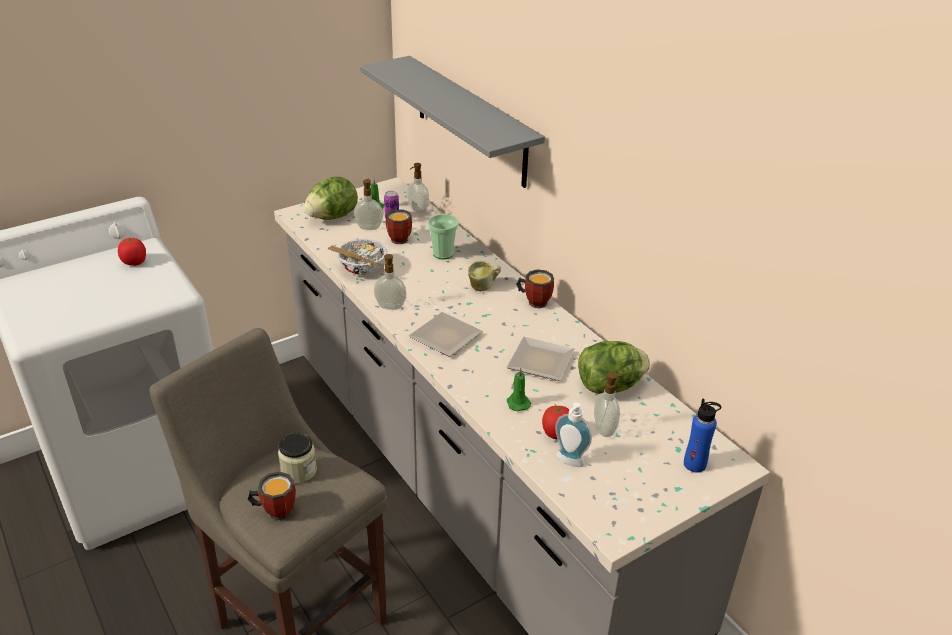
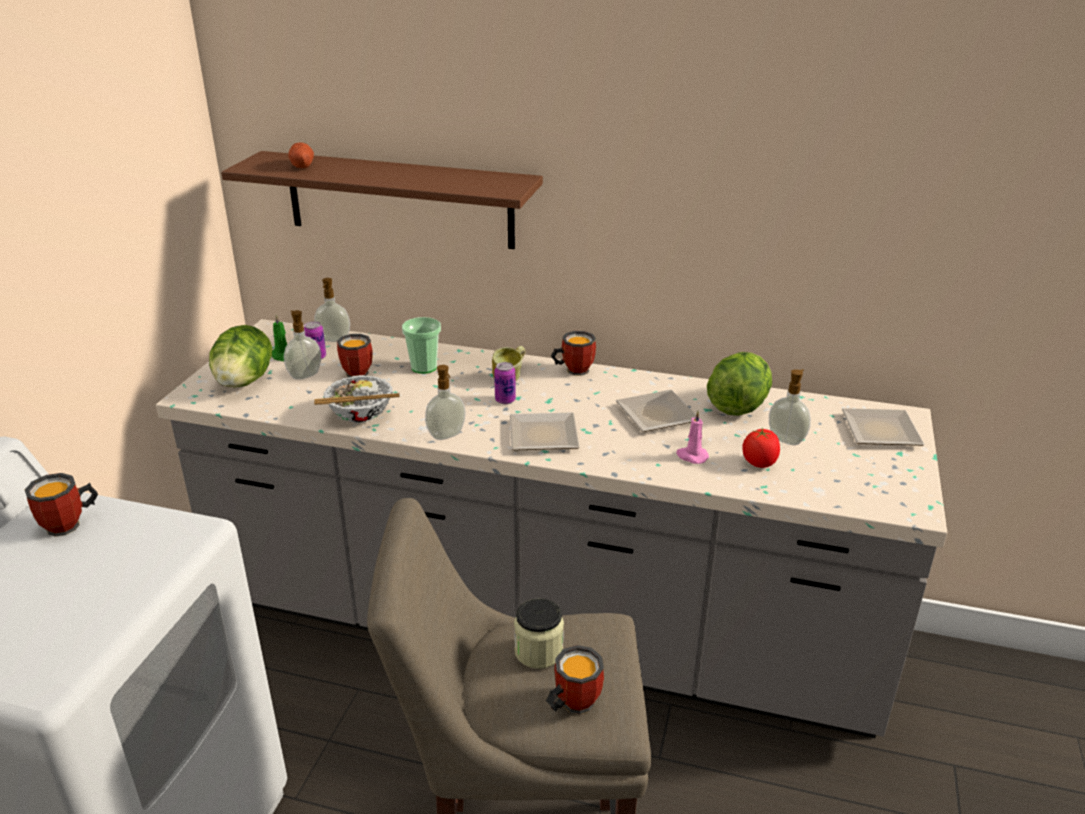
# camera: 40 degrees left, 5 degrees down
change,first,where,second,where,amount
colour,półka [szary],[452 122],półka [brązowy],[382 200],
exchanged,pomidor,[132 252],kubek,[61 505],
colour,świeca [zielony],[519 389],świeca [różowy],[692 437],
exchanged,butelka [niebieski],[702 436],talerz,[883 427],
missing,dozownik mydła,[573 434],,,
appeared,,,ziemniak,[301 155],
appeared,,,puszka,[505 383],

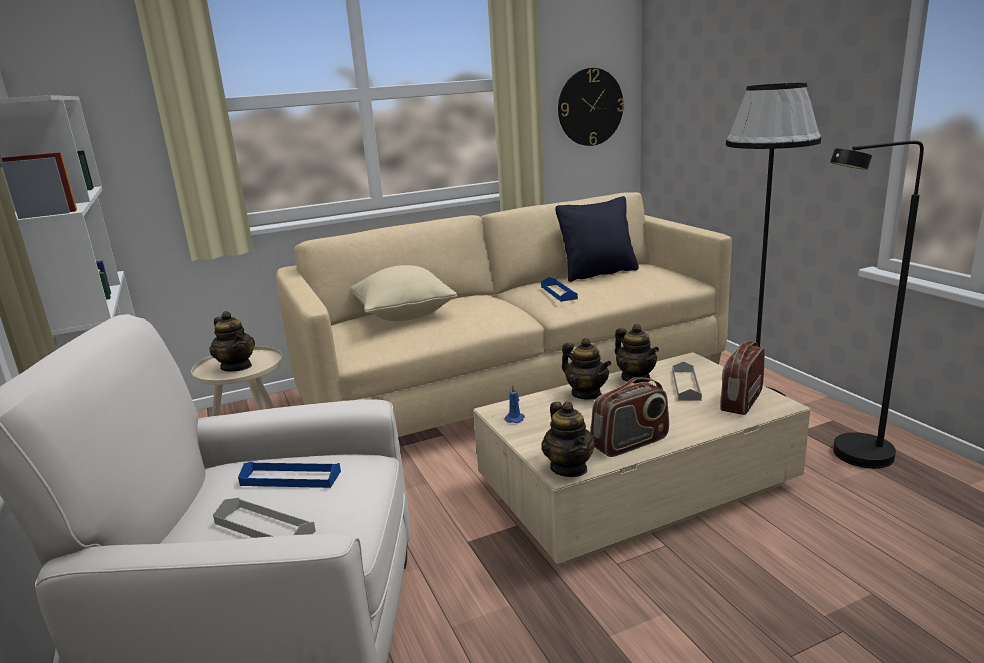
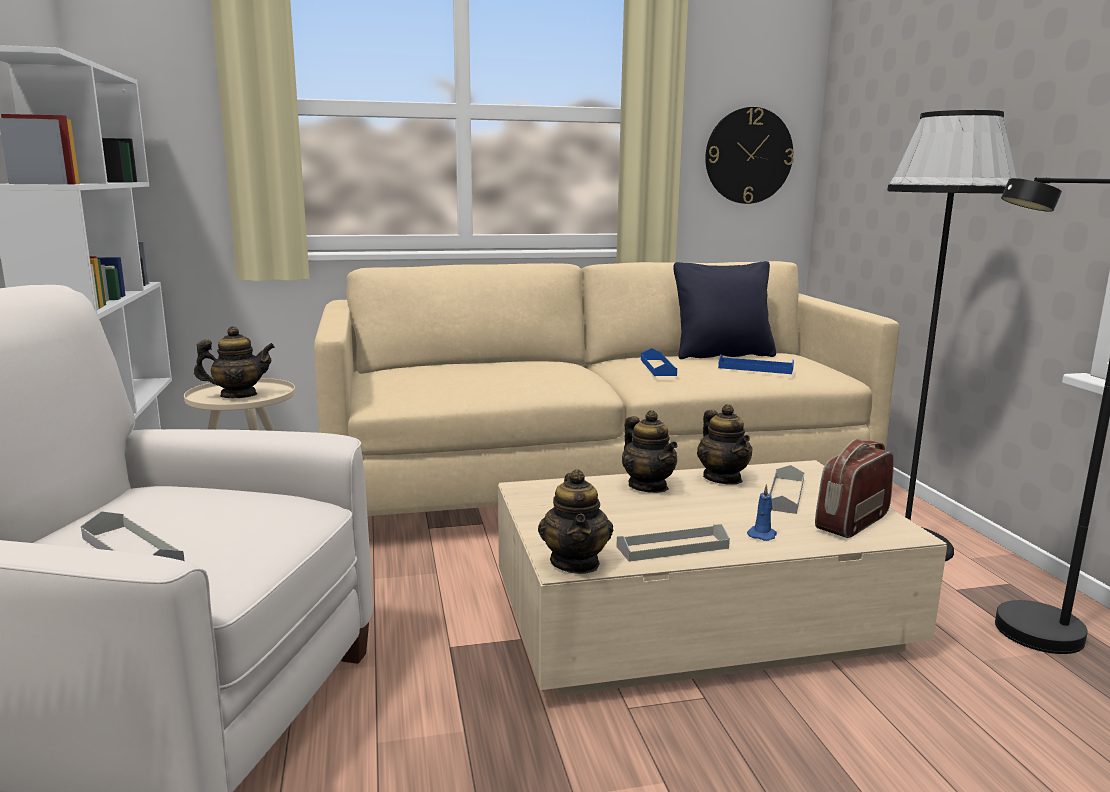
# camera: 10 degrees right, 5 degrees down
change,first,where,second,where,amount
missing,poduszka [beżowy],[403 293],,,
spun,imbryk,[232 341],,[234 362],75 degrees counterclockwise
exchanged,radio,[629 417],taca [szary],[673 543],
relocated,świeca [niebieski],[514 404],,[762 512],
relocated,taca [niebieski],[289 475],,[756 364],

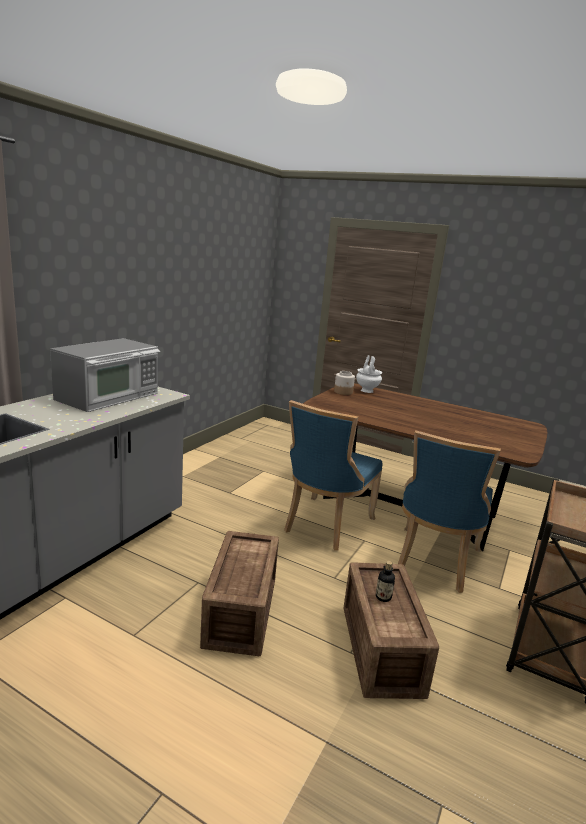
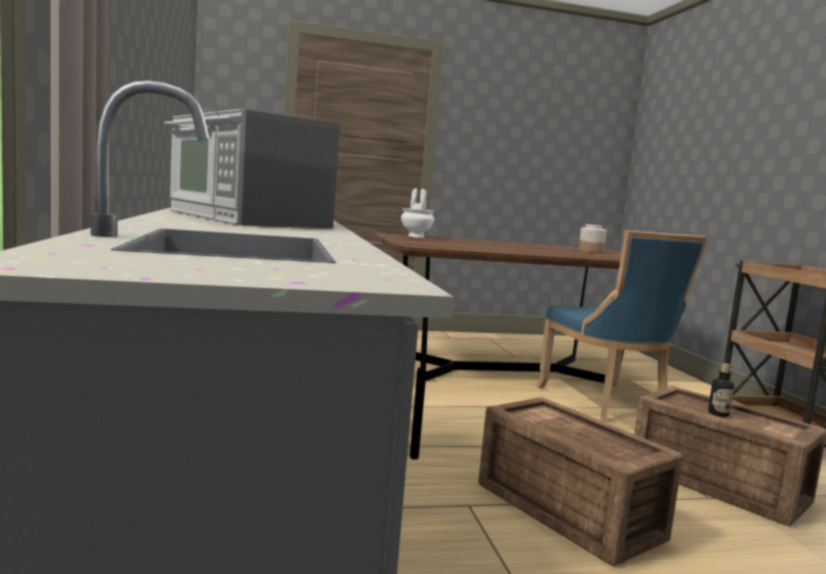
# camera: 40 degrees left, 10 degrees down
change,first,where,second,where,amount
spun,mikrofalówka,[105 375],,[252 168],150 degrees clockwise
relocated,słoik,[344 383],,[592 238],
missing,krzesło [niebieski],[333 475],,,

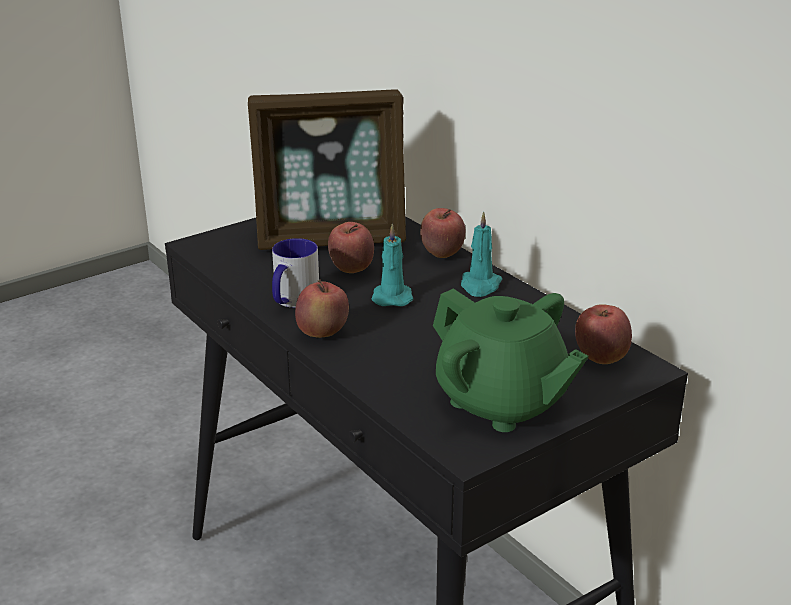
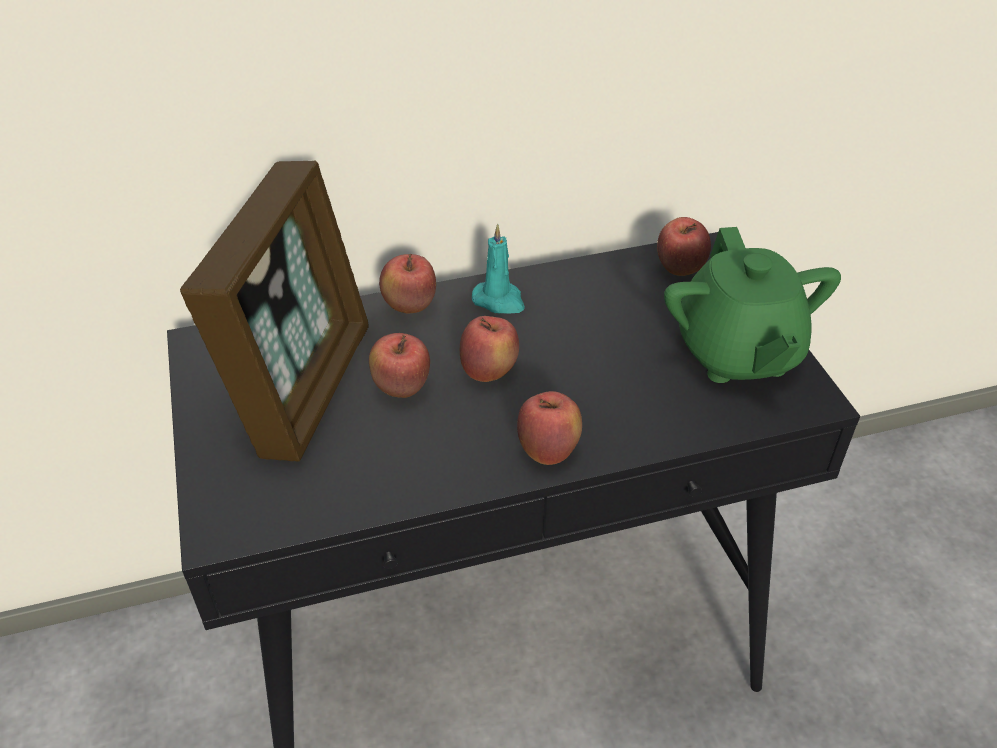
# camera: 70 degrees left, 15 degrees up
change,first,where,second,where,amount
exchanged,świeca [turkusowy],[392 265],jabłko,[489 349],
missing,kubek,[295 273],,,
spun,imbryk [zielony],[510 360],,[752 305],105 degrees clockwise

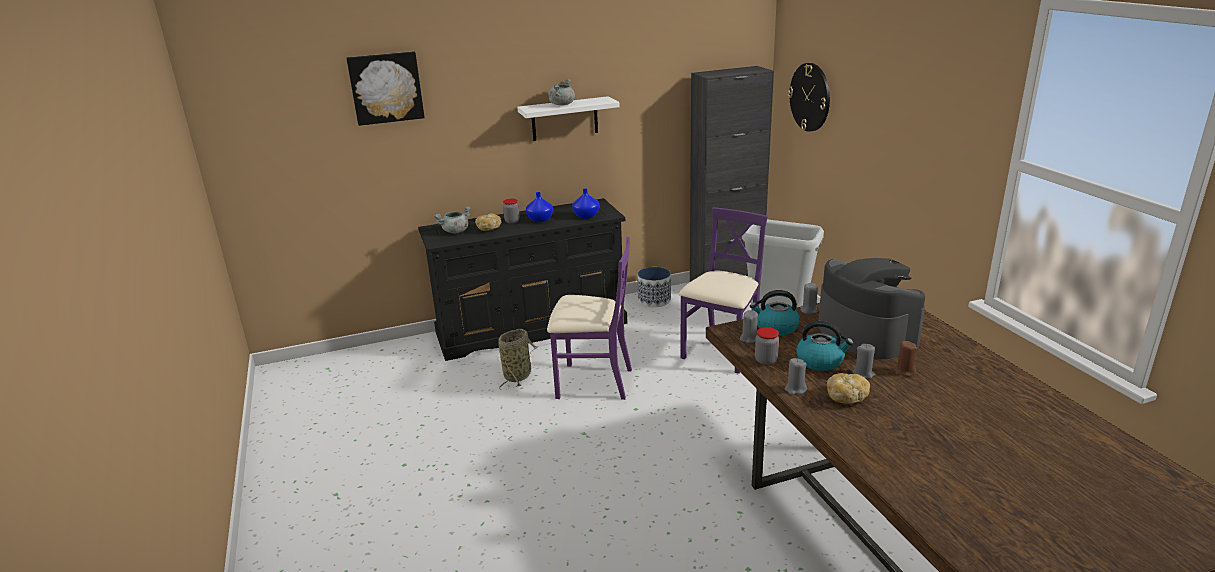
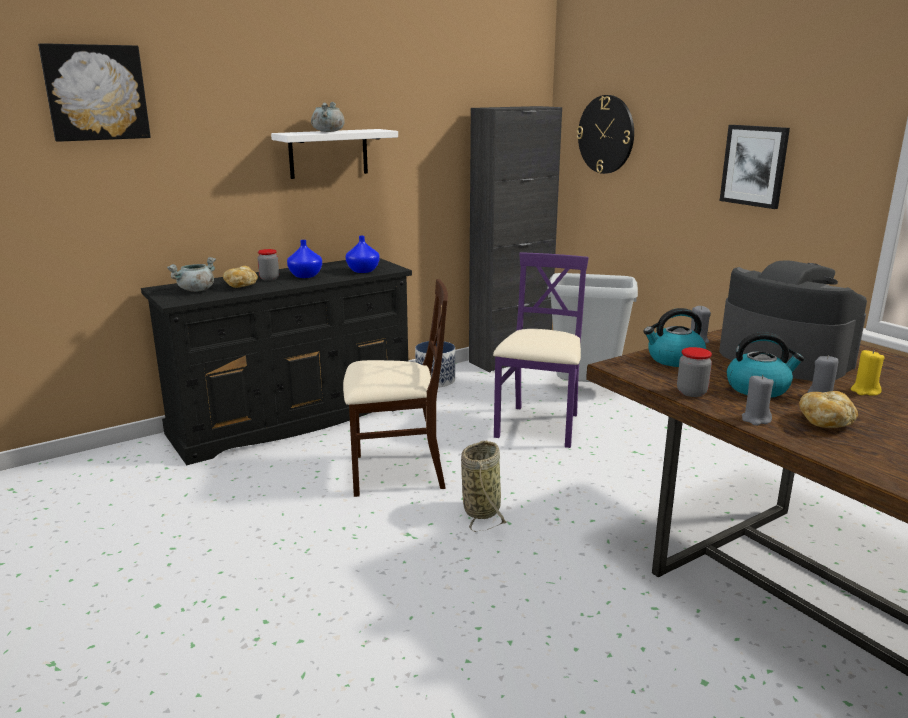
# camera: 15 degrees left, 5 degrees down
change,first,where,second,where,amount
colour,krzesło [fioletowy],[589 318],krzesło [beżowy],[395 388],
missing,świeca [szary],[749 326],,,
relocated,koszyk,[518 359],,[484 486],
colour,świeca [brązowy],[905 358],świeca [żółty],[868 373],
appeared,,,obraz,[755 167],

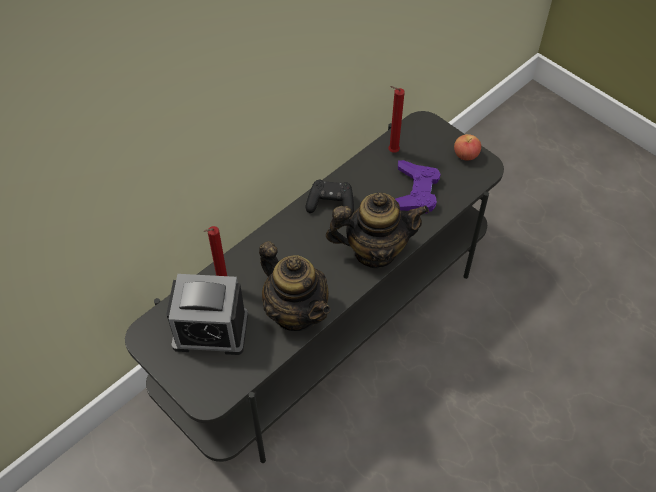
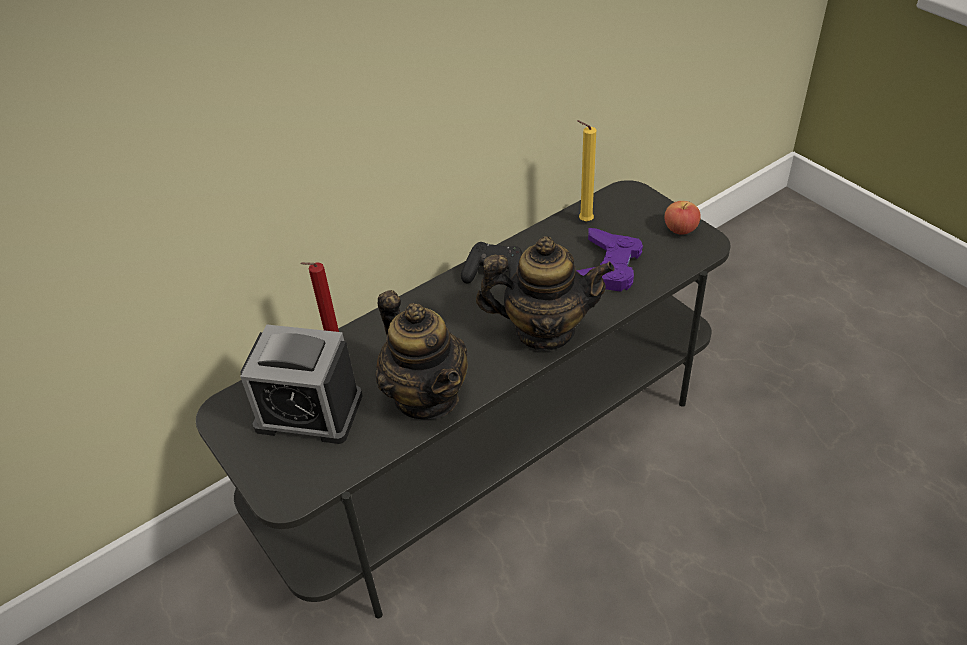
# camera: 10 degrees right, 10 degrees down
change,first,where,second,where,amount
colour,świeca [czerwony],[396 119],świeca [żółty],[586 171],

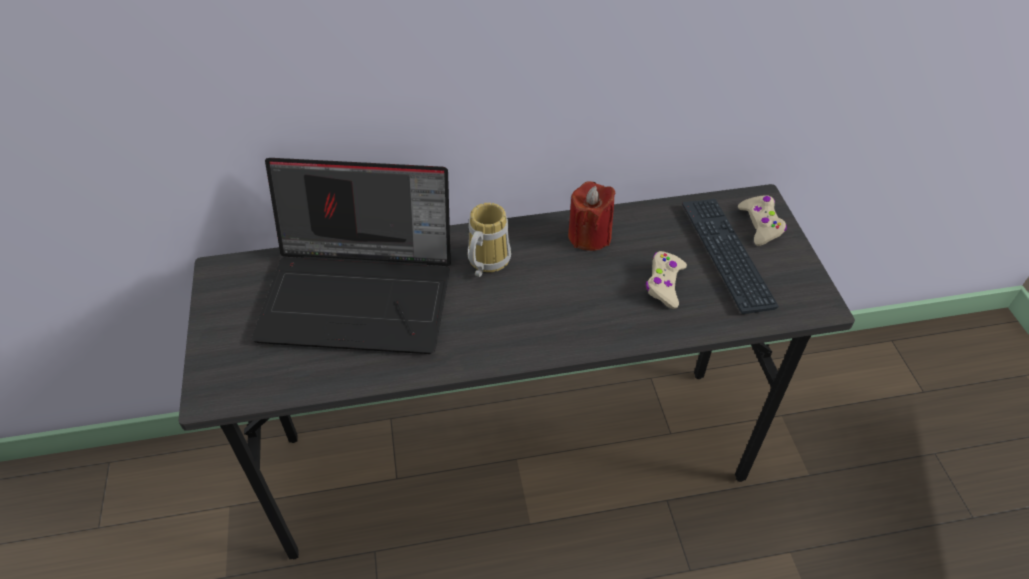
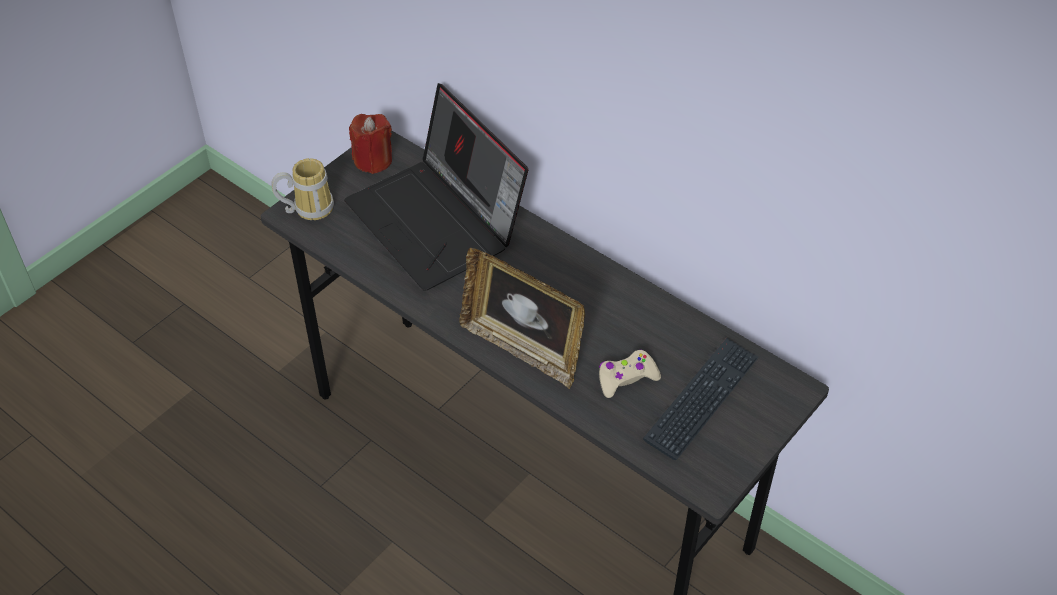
# camera: 50 degrees right, 0 degrees up
change,first,where,second,where,amount
relocated,świeca [czerwony],[591 216],,[370 144],
missing,pad do gier [beżowy],[762 220],,,
relocated,kubek,[489 240],,[302 189],
appeared,,,ramka na zdjęcie,[522 318],

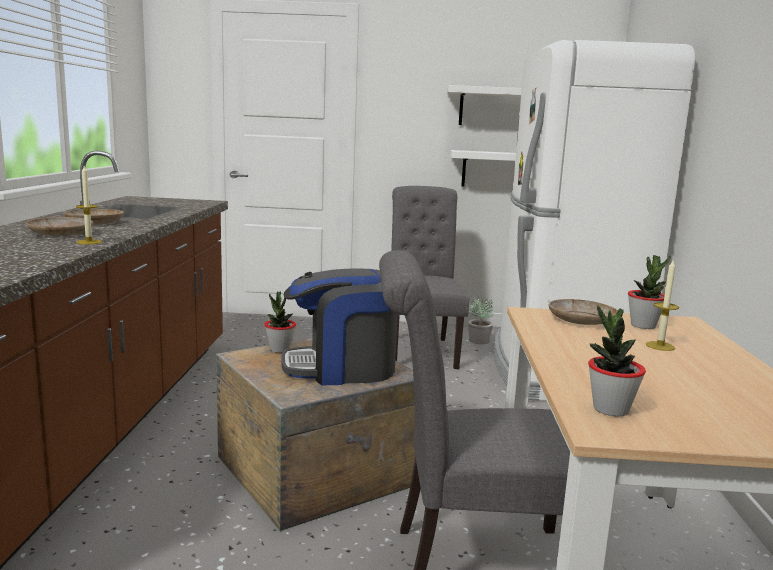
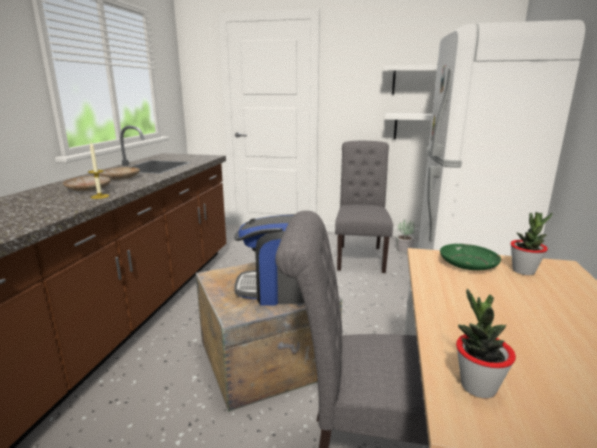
# camera: 10 degrees right, 5 degrees up
change,first,where,second,where,amount
missing,świeca,[662 305],,,
missing,roślina doniczkowa,[280 322],,,
colour,talerz [beżowy],[583 312],talerz [zielony],[470 257],

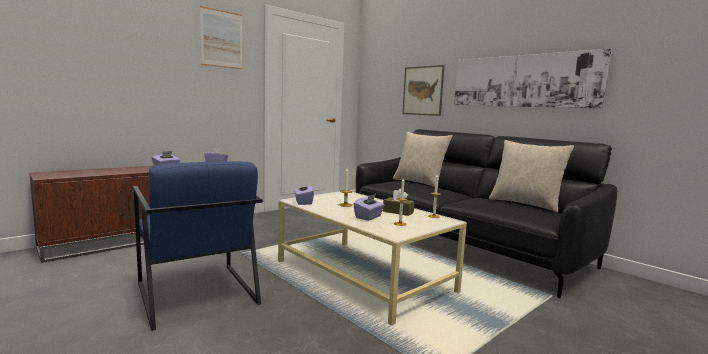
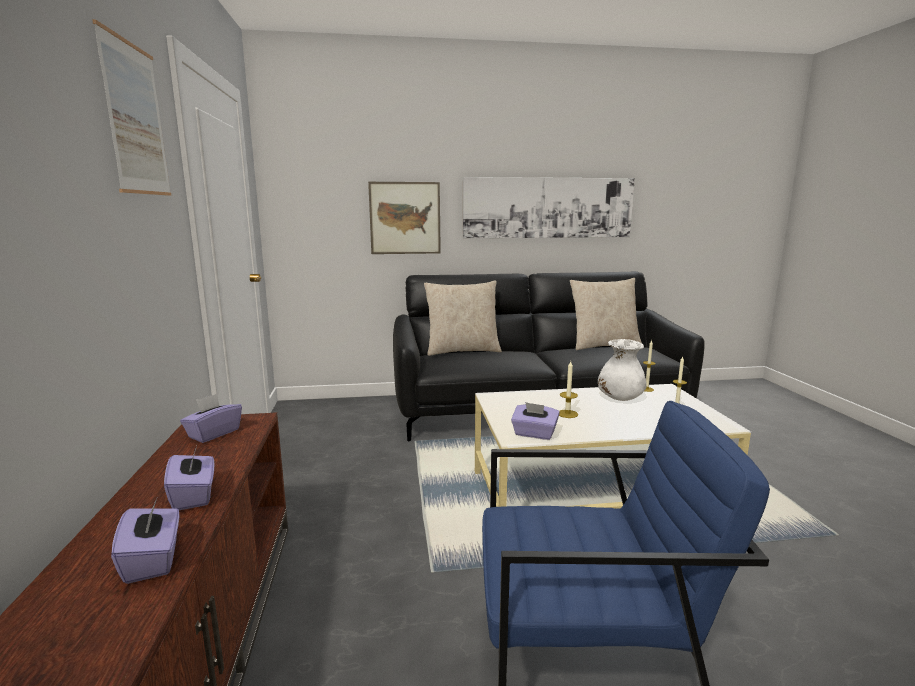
# camera: 55 degrees left, 5 degrees up
change,first,where,second,where,amount
exchanged,pudełko chusteczek [brązowy],[399 202],wazon [biały],[622 370],
relocated,pudełko chusteczek [fioletowy],[368 207],,[145 541],

